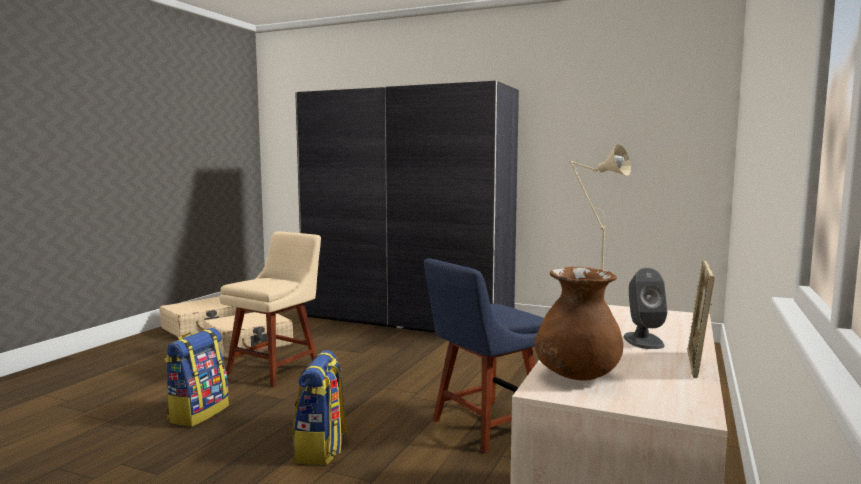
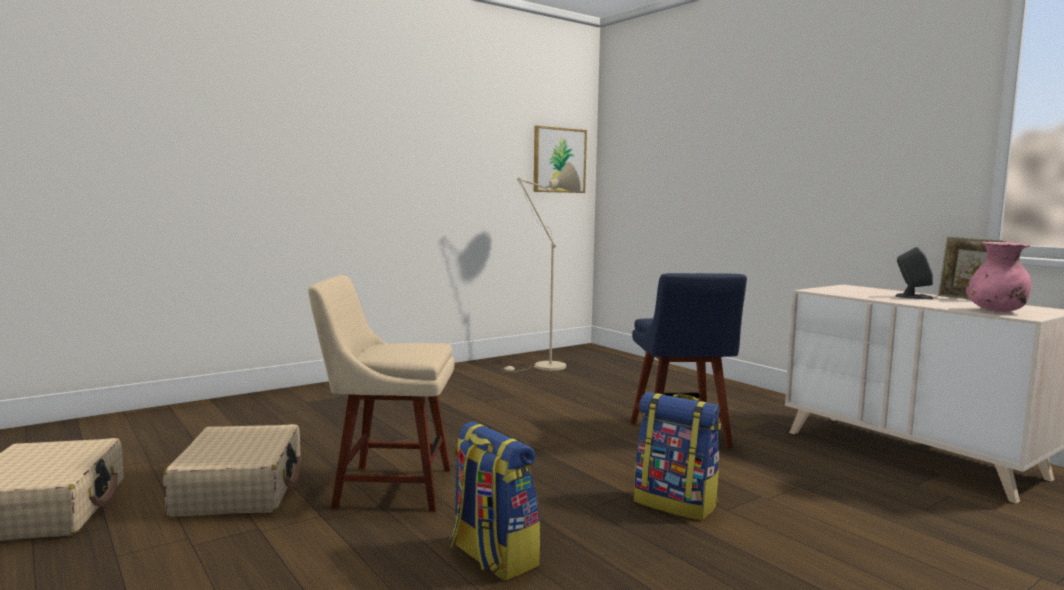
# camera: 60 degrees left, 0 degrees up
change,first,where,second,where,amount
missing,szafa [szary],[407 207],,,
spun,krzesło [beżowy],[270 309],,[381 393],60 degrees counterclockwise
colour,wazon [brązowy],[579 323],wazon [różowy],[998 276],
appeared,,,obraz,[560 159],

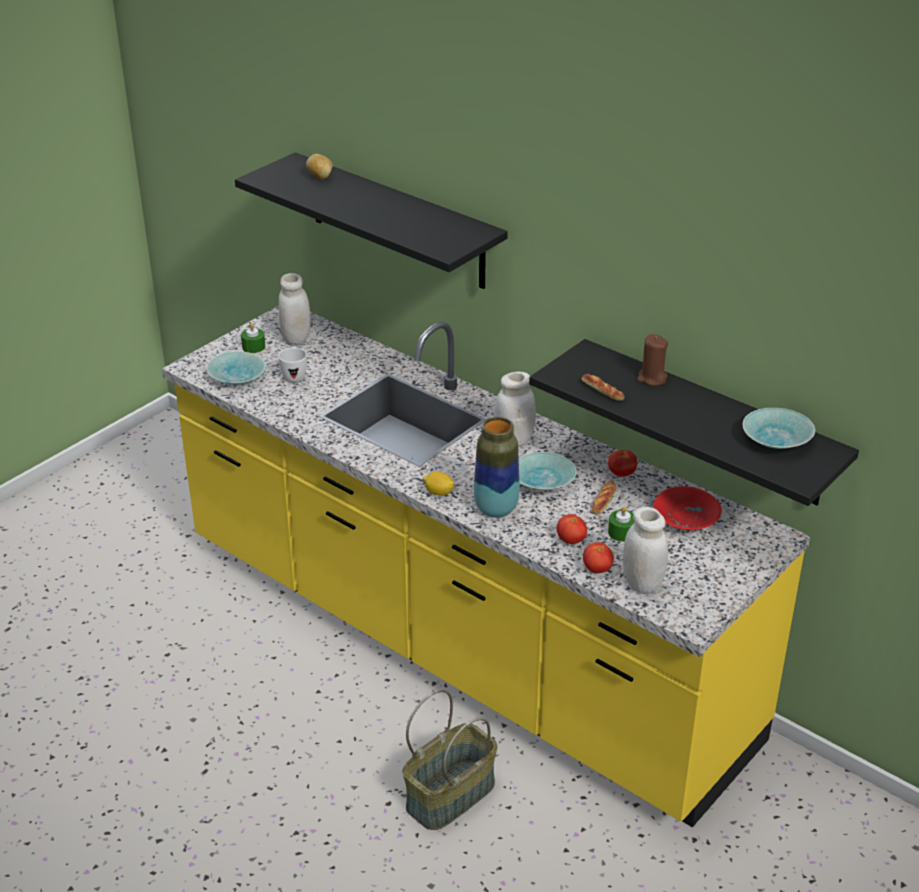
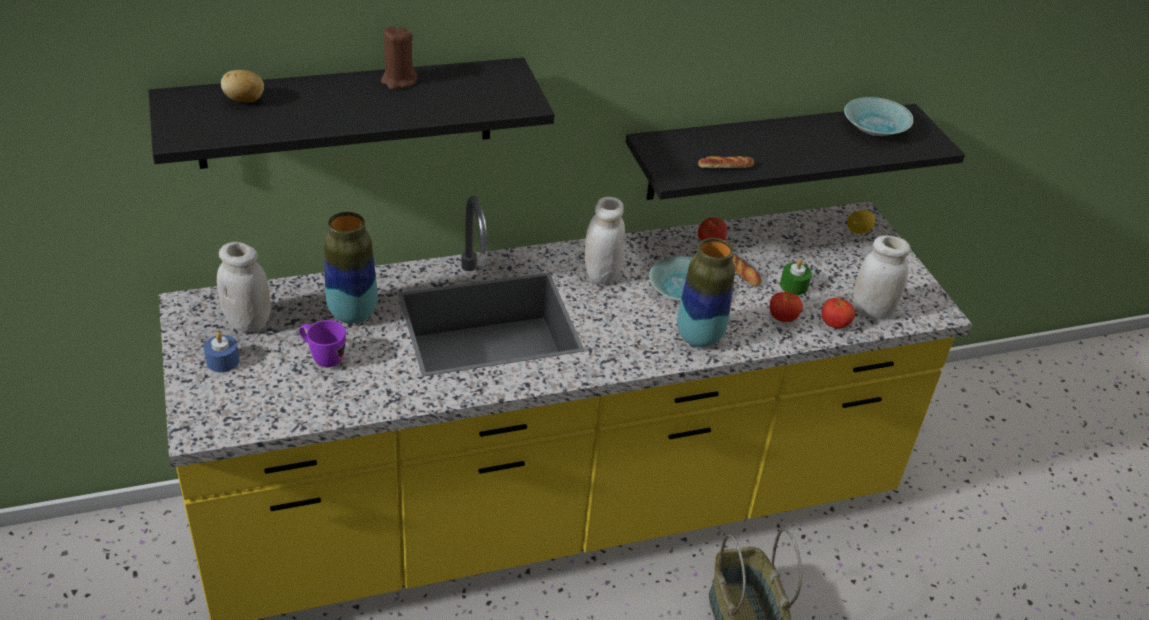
# camera: 60 degrees left, 5 degrees up
change,first,where,second,where,amount
colour,świeca [zielony],[253 338],świeca [niebieski],[222 352],
relocated,świeca [brązowy],[652 360],,[399 58],
colour,kubek [biały],[292 364],kubek [fioletowy],[322 344],
missing,miska [turkusowy],[236 368],,,
relocated,cytryna,[438 483],,[861 222],
missing,miska [czerwony],[688 508],,,
appeared,,,wazon,[350 268],

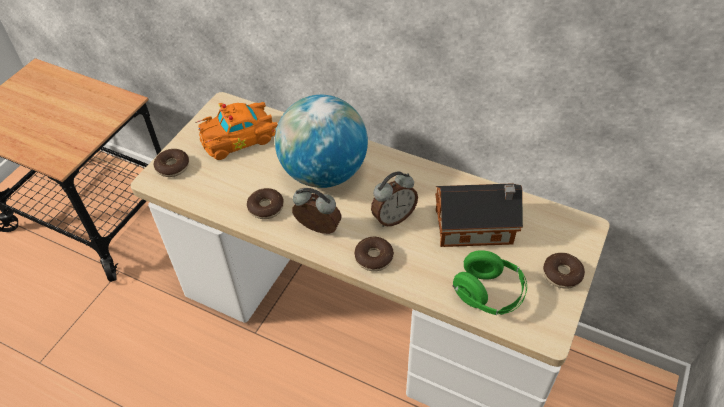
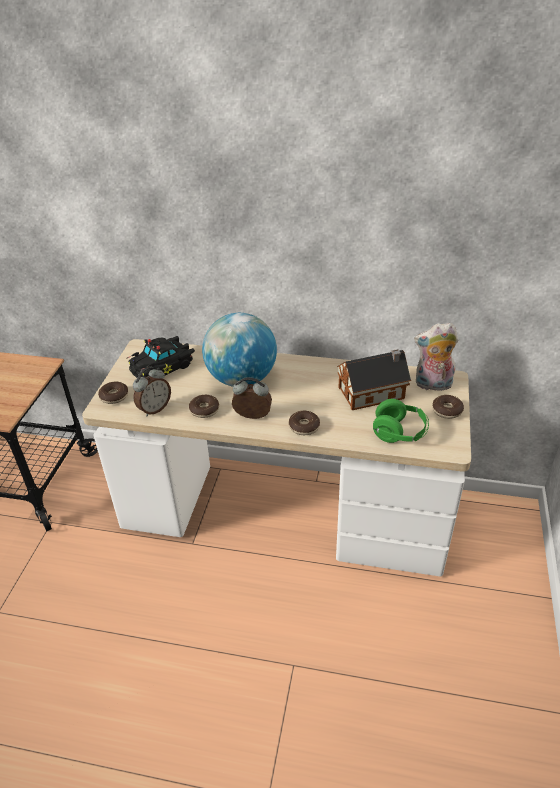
# camera: 15 degrees left, 10 degrees down
change,first,where,second,where,amount
colour,samochodzik [pomarańczowy],[236 131],samochodzik [czarny],[160 357],
relocated,budzik,[394 199],,[152 391],
appeared,,,pluszak,[436 357],

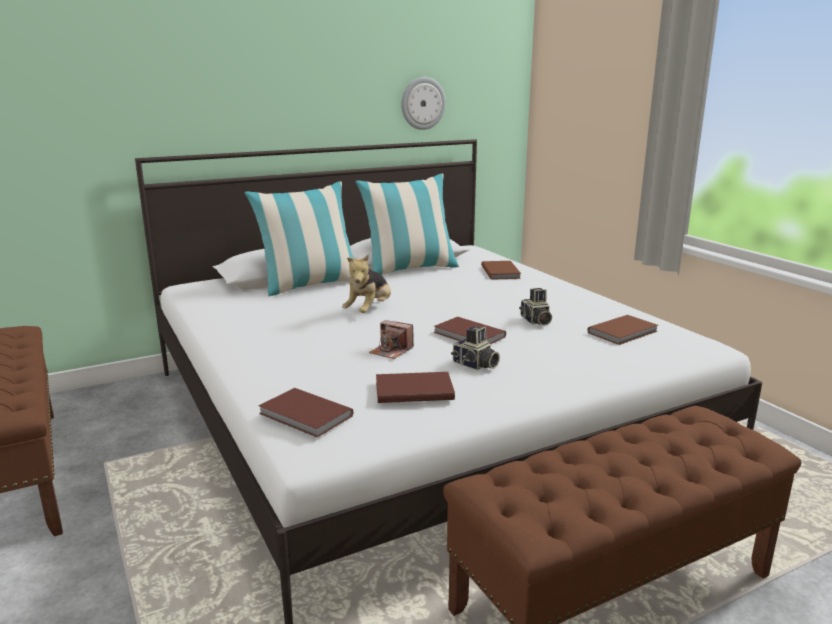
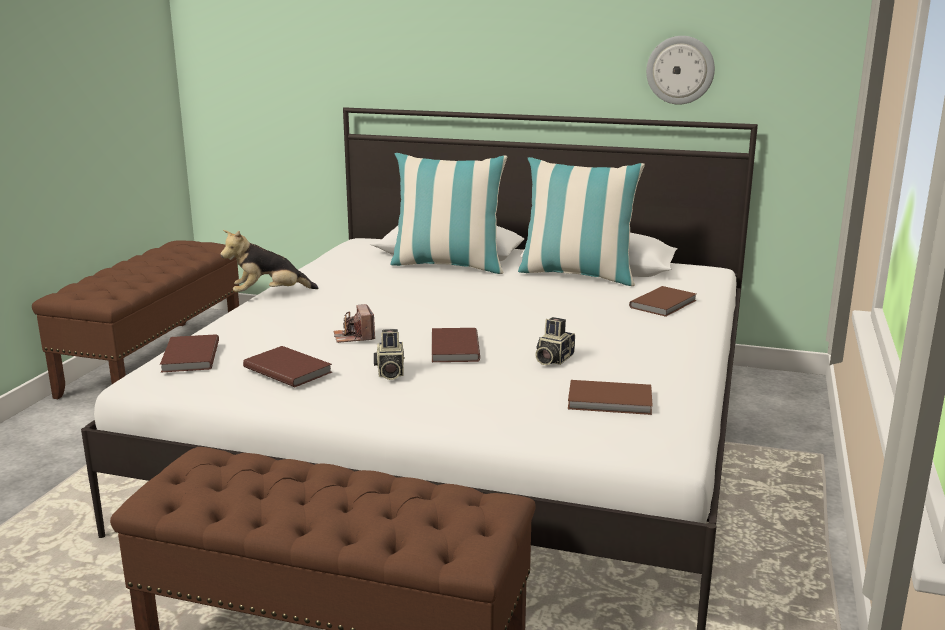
# camera: 45 degrees right, 0 degrees up
change,first,where,second,where,amount
relocated,pluszak,[366 283],,[269 261],

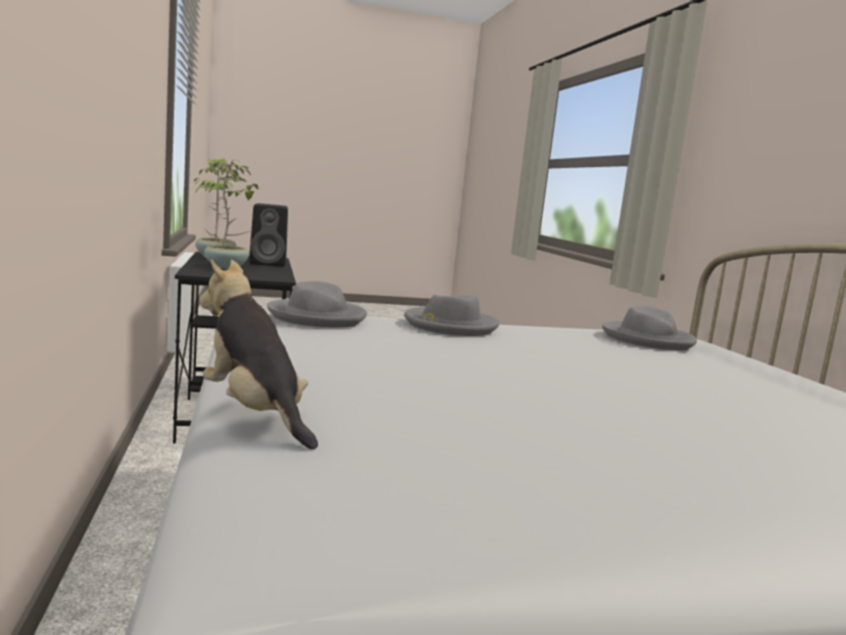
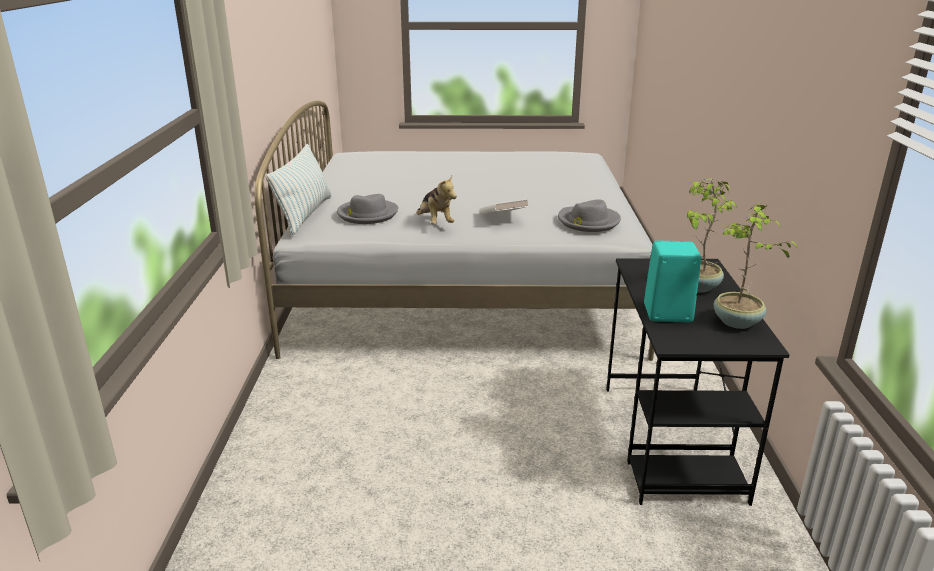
# camera: 165 degrees left, 15 degrees up
change,first,where,second,where,amount
colour,głośnik [czarny],[268 234],głośnik [turkusowy],[672 281],
relocated,pluszak,[258 354],,[436 200],
exchanged,kapelusz [szary],[452 315],książka [biały],[504 207],
appeared,,,poduszka,[298 189],

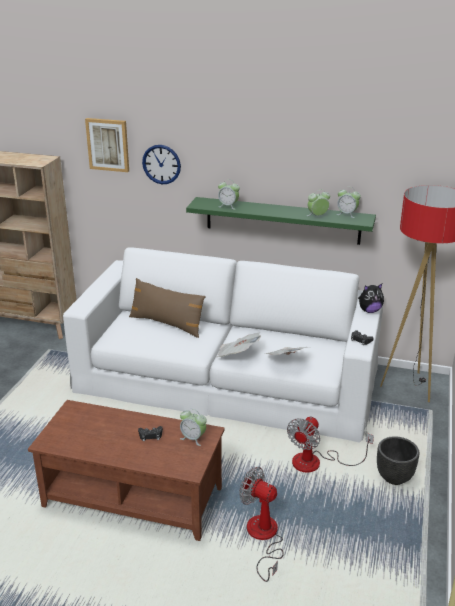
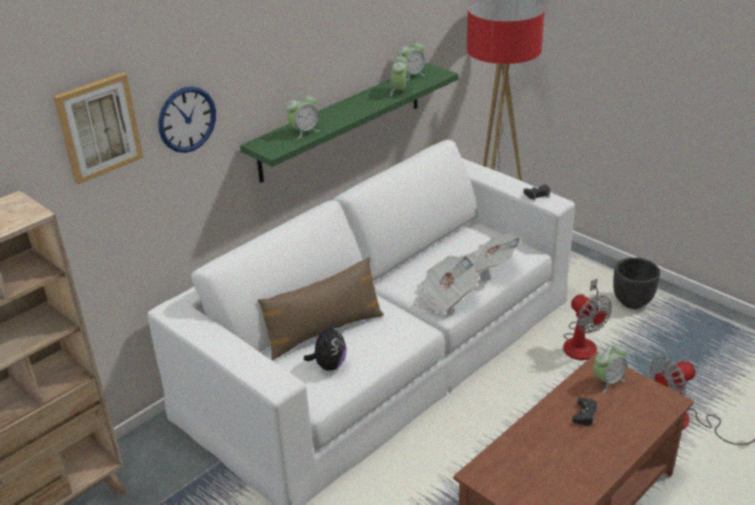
# camera: 60 degrees left, 5 degrees up
change,first,where,second,where,amount
relocated,pluszak,[371 298],,[325 346],

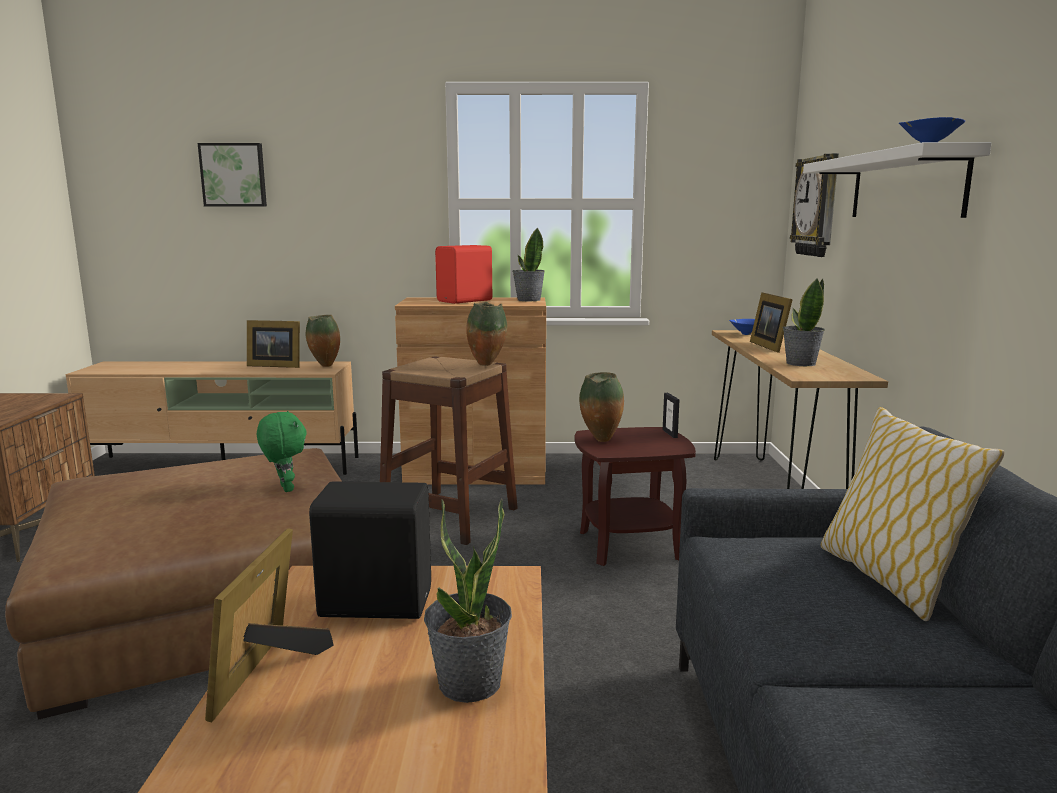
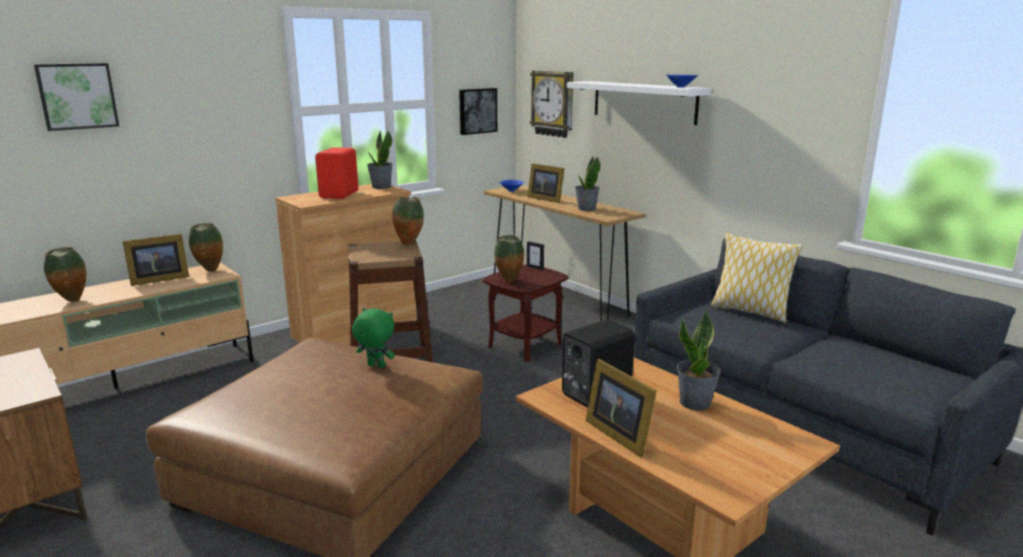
# camera: 40 degrees left, 5 degrees up
change,first,where,second,where,amount
appeared,,,obraz,[478 111],
appeared,,,wazon,[65 274],

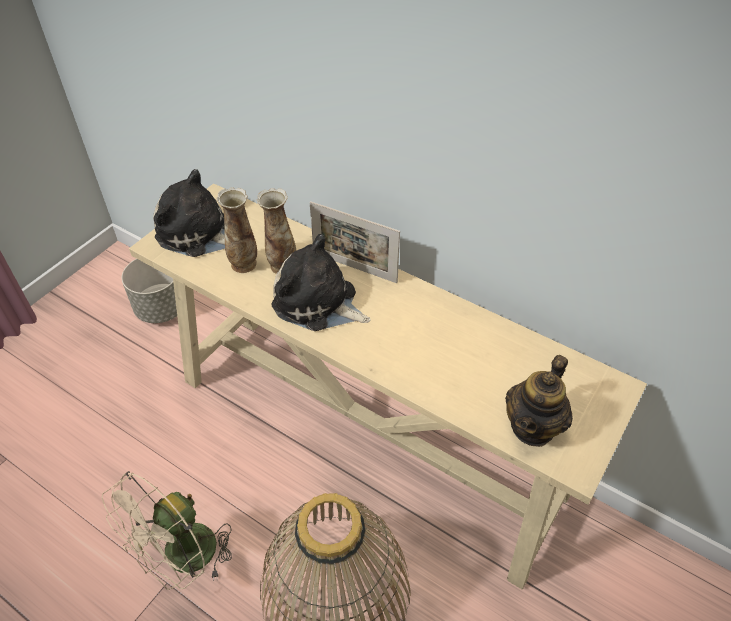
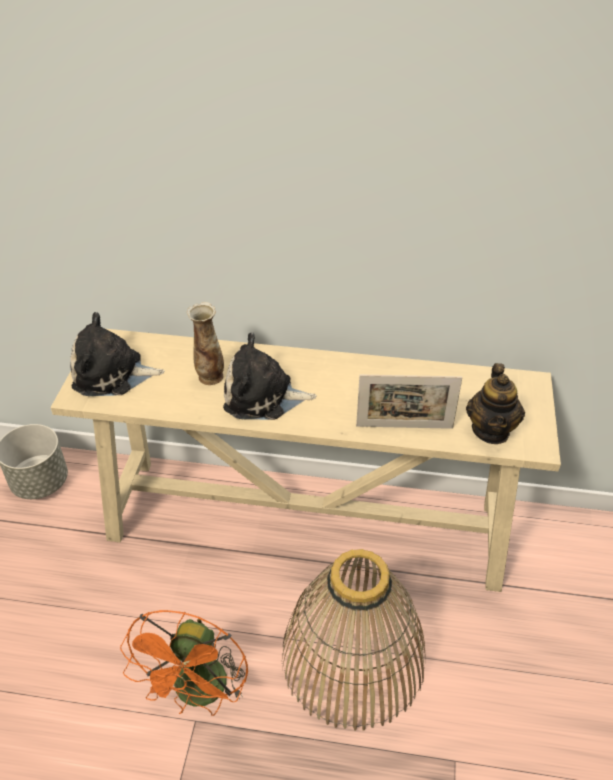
# camera: 25 degrees left, 5 degrees down
change,first,where,second,where,amount
missing,wazon,[236 230],,,
relocated,ramka na zdjęcie,[355 242],,[409 401],
colour,wentylator [beżowy],[167 530],wentylator [pomarańczowy],[184 663],

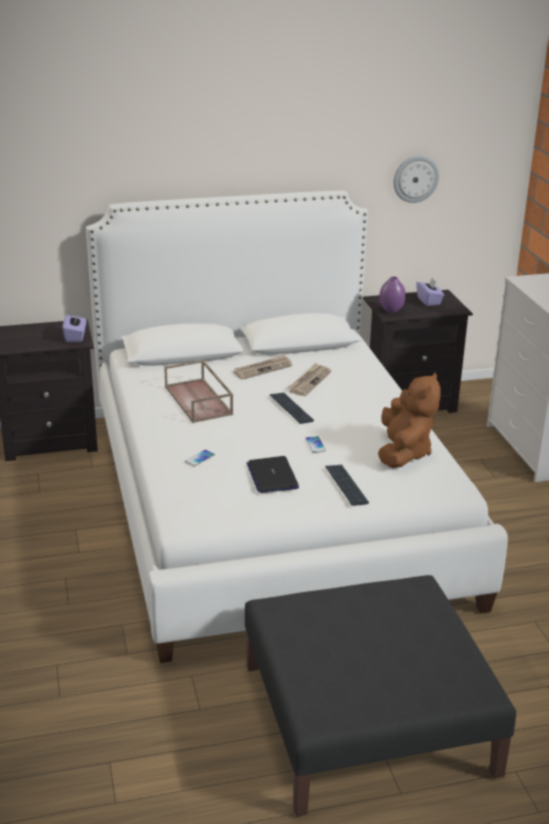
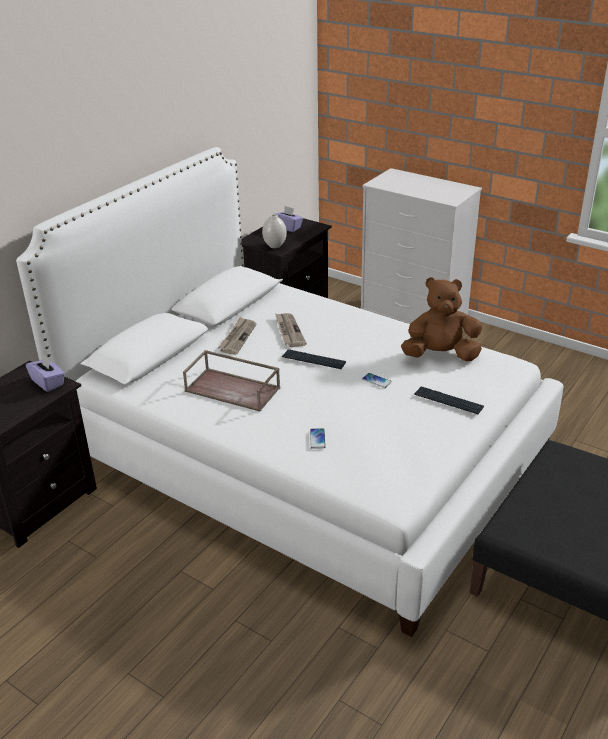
# camera: 40 degrees left, 5 degrees up
change,first,where,second,where,amount
missing,zegar ścienny,[416 179],,,
colour,wazon [fioletowy],[392 294],wazon [biały],[274 231],
spun,pluszak [brązowy],[409 420],,[441 319],60 degrees counterclockwise
missing,laptop,[273 474],,,

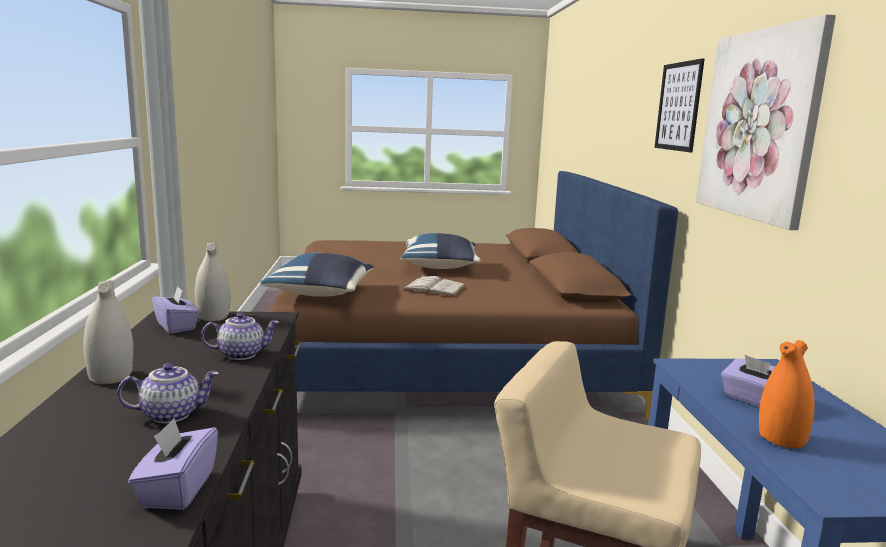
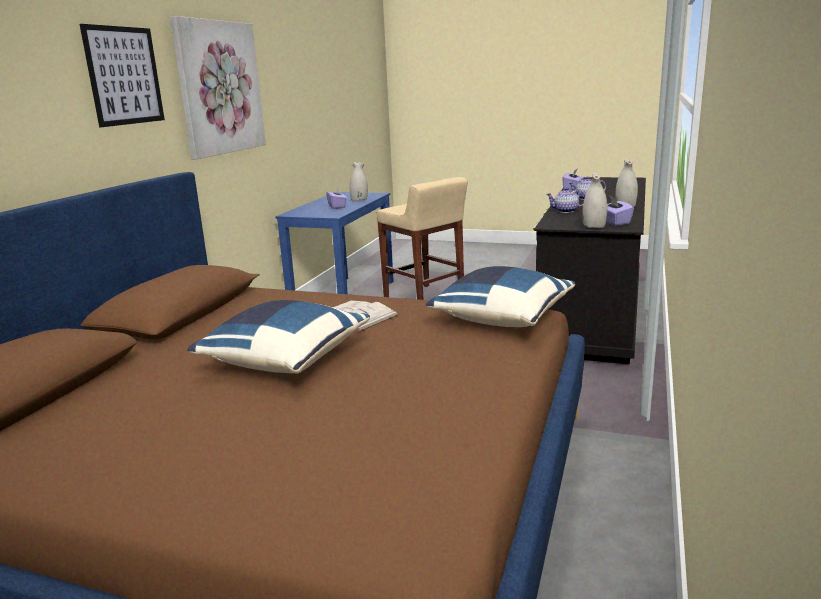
# camera: 155 degrees left, 5 degrees up
change,first,where,second,where,amount
colour,wazon [pomarańczowy],[786 394],wazon [biały],[359 182],

